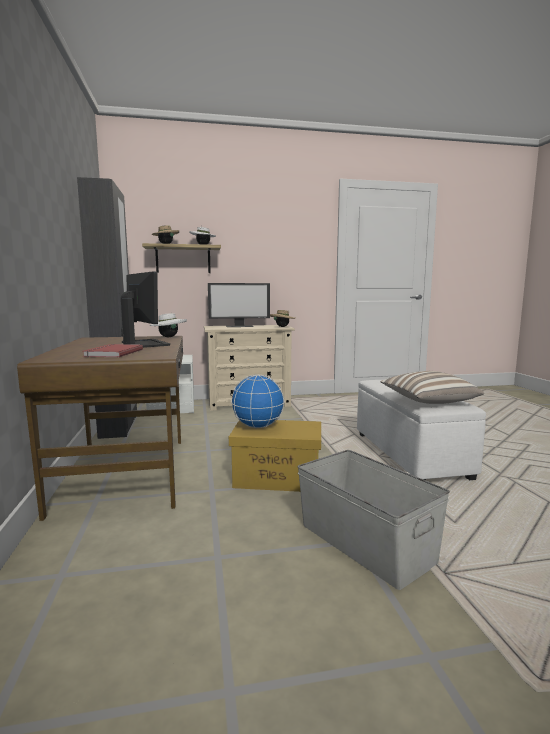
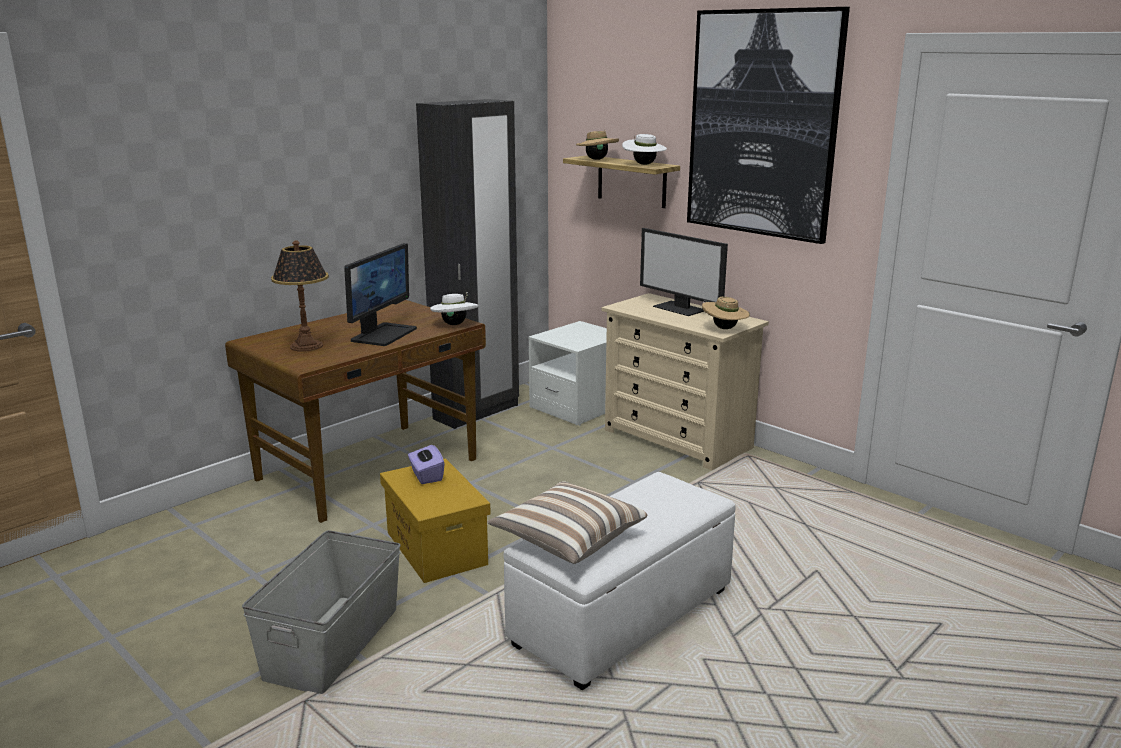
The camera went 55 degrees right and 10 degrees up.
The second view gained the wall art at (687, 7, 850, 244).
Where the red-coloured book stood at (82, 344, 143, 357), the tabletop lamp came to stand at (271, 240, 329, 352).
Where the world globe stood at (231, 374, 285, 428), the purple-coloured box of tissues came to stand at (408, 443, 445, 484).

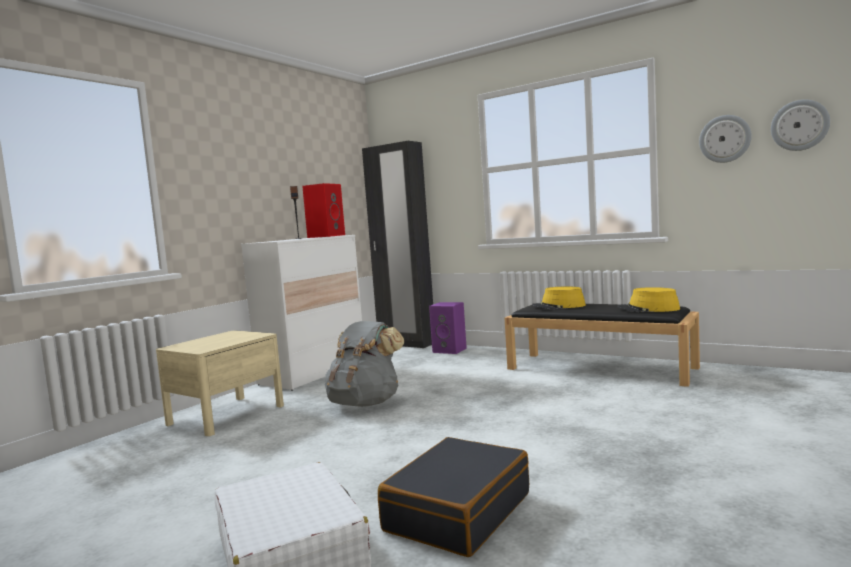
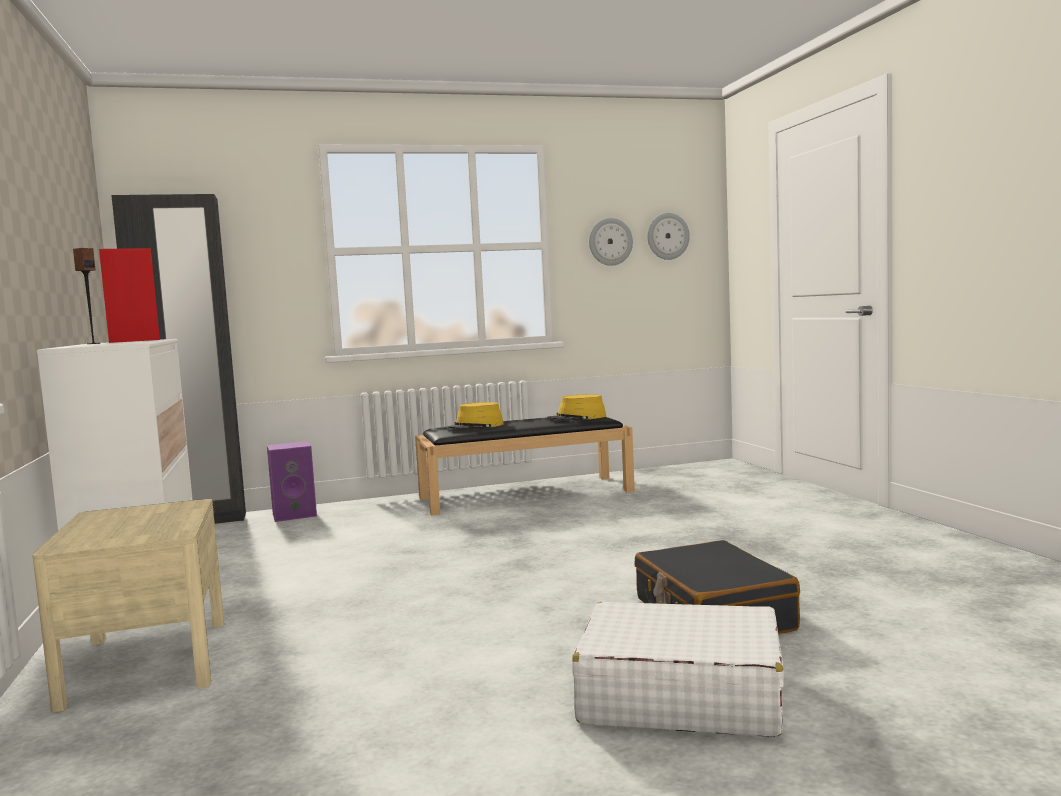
The camera went 50 degrees left and 0 degrees up.
The second view lost the greyish knapsack at (325, 321, 404, 407).

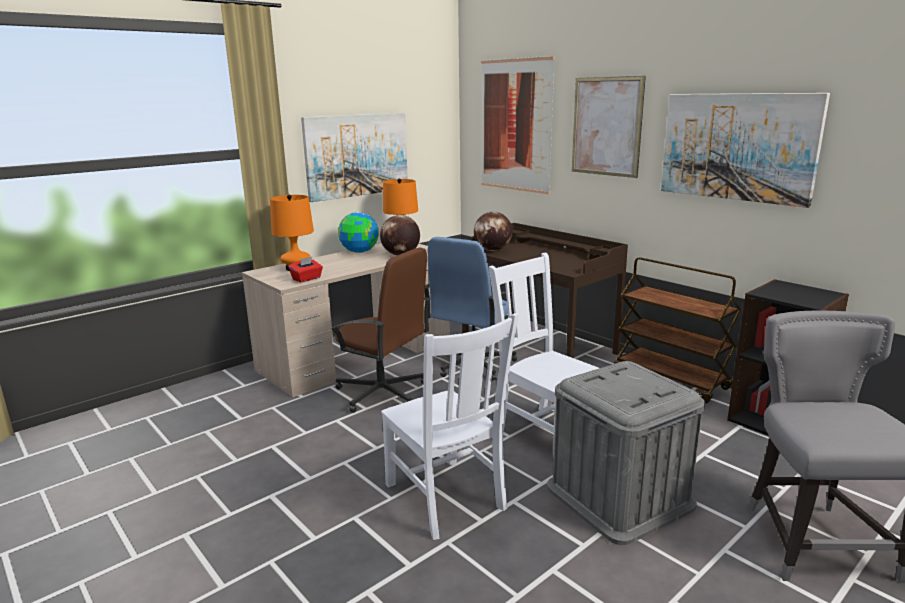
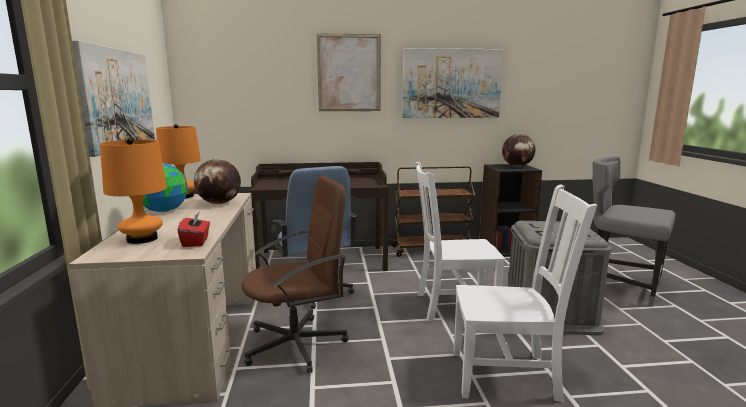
The camera went 55 degrees left and 5 degrees down.
The second view lost the wall art at (481, 56, 555, 194).
The world globe ended up elsewhere, having gone from (474, 212, 513, 251) to (502, 134, 536, 167).

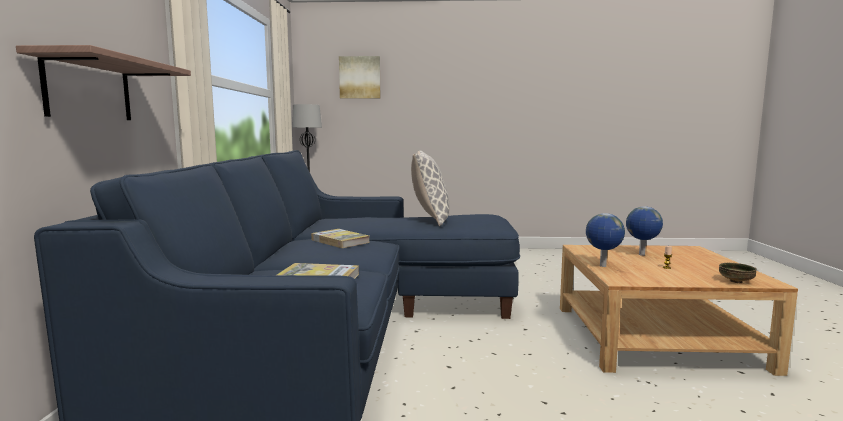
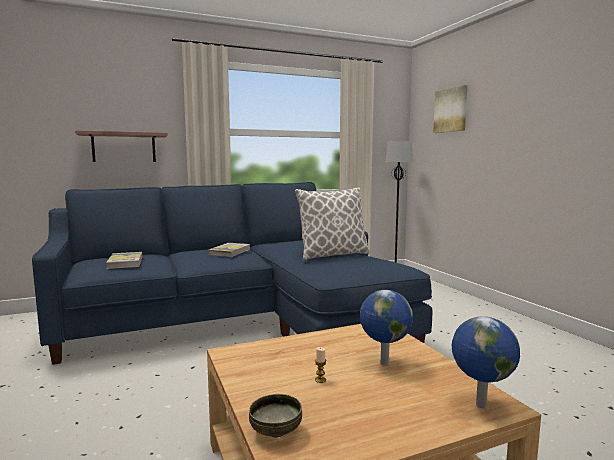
The camera went 65 degrees right and 0 degrees up.
The world globe ended up elsewhere, having gone from (586, 213, 625, 267) to (452, 316, 520, 408).

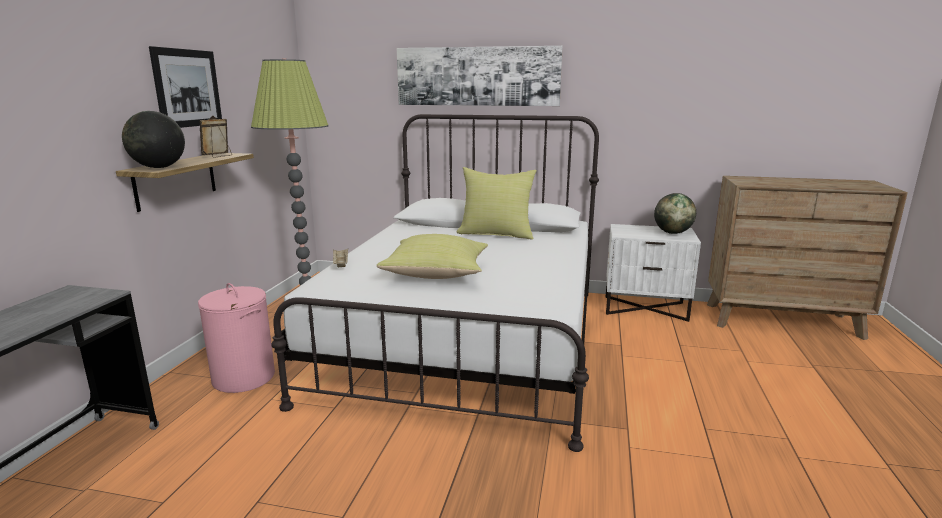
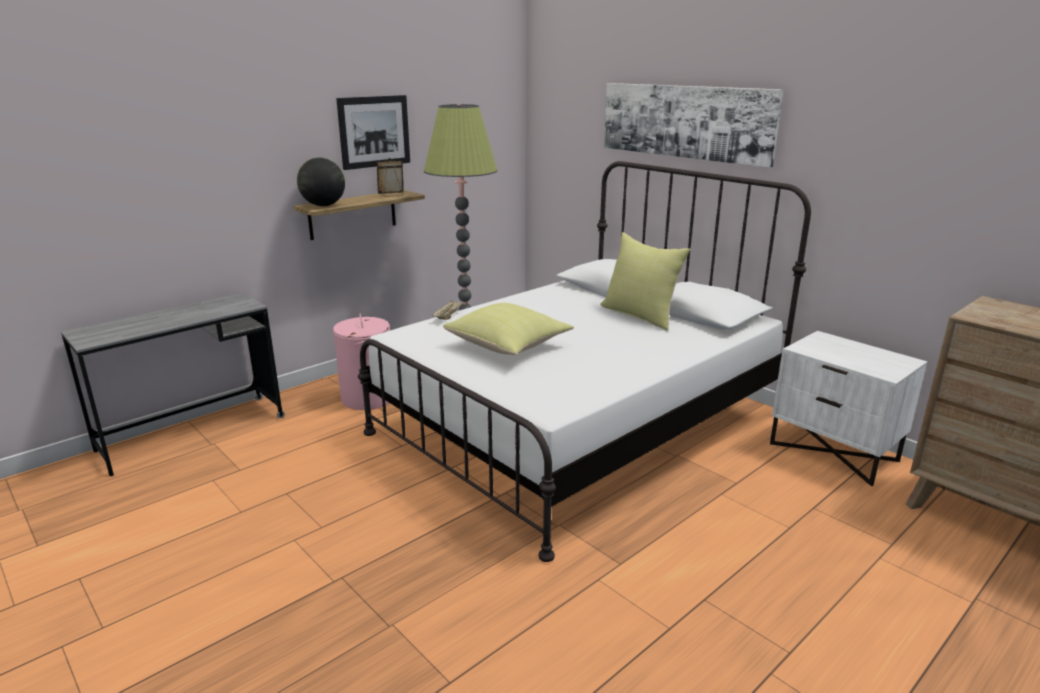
The camera went 35 degrees right and 5 degrees up.
The second view lost the world globe at (654, 193, 696, 234).

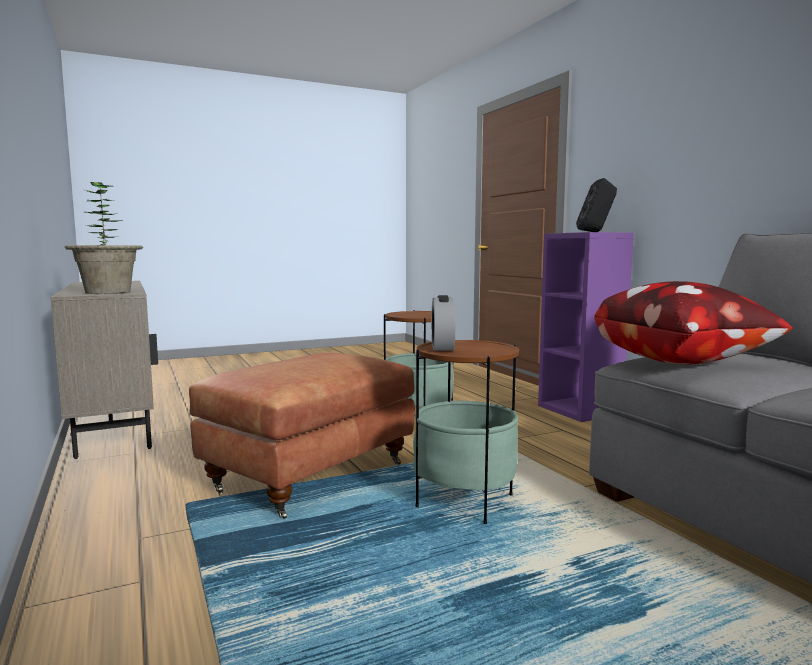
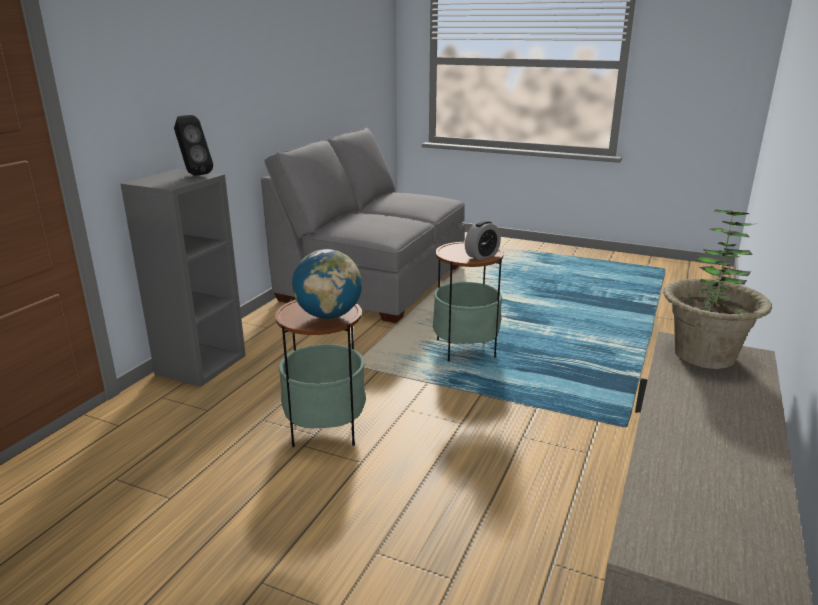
The camera went 130 degrees left and 15 degrees up.
The second view lost the brown-coloured footrest at (189, 353, 414, 519).
The second view lost the cushion at (594, 281, 793, 365).
The second view gained the world globe at (292, 249, 362, 319).
What was the purple-coloured bookshelf at (538, 232, 634, 422) turned into the greyish bookshelf at (121, 169, 246, 387).

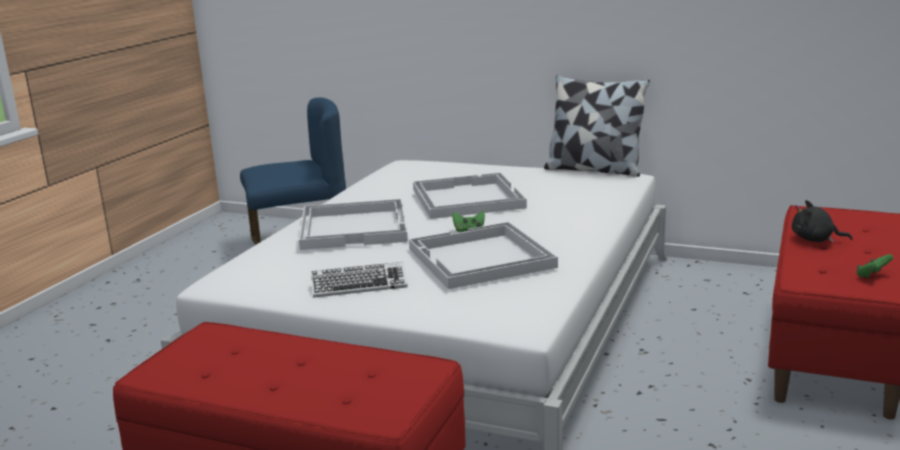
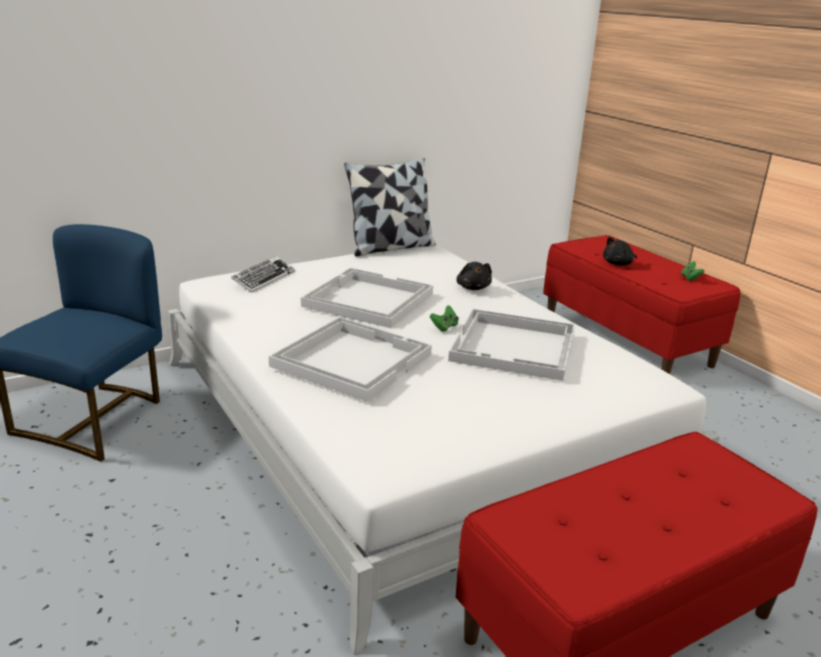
The camera went 55 degrees left and 5 degrees up.
The second view gained the black-coloured cuddly toy at (456, 262, 492, 290).
The PC keyboard ended up elsewhere, having gone from (311, 262, 408, 298) to (231, 256, 295, 293).

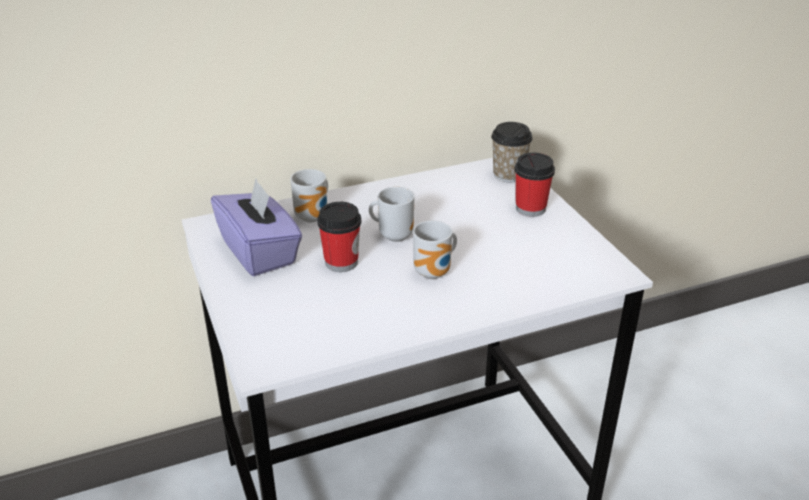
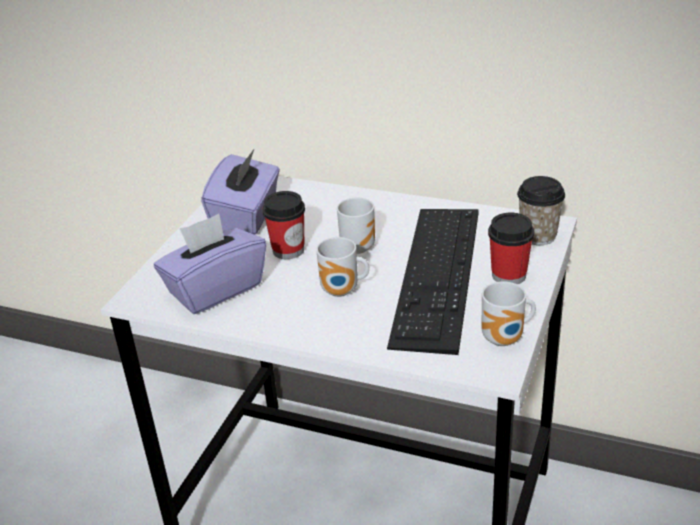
The camera went 45 degrees right and 0 degrees up.
The second view gained the purple-coloured box of tissues at (154, 214, 266, 314).
The second view gained the PC keyboard at (387, 209, 479, 355).
The coffee mug ended up elsewhere, having gone from (290, 169, 328, 222) to (482, 281, 536, 346).

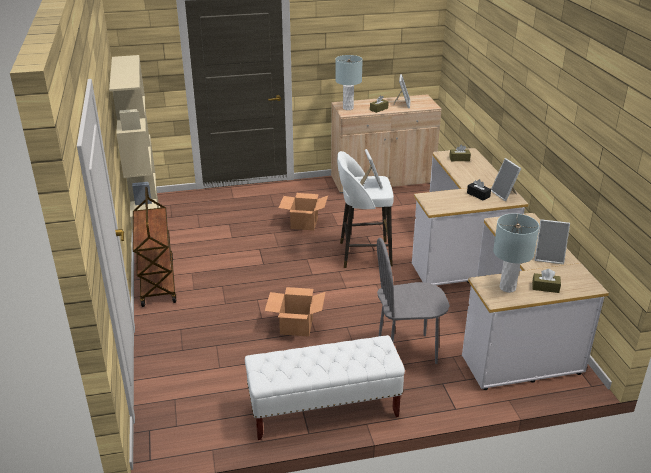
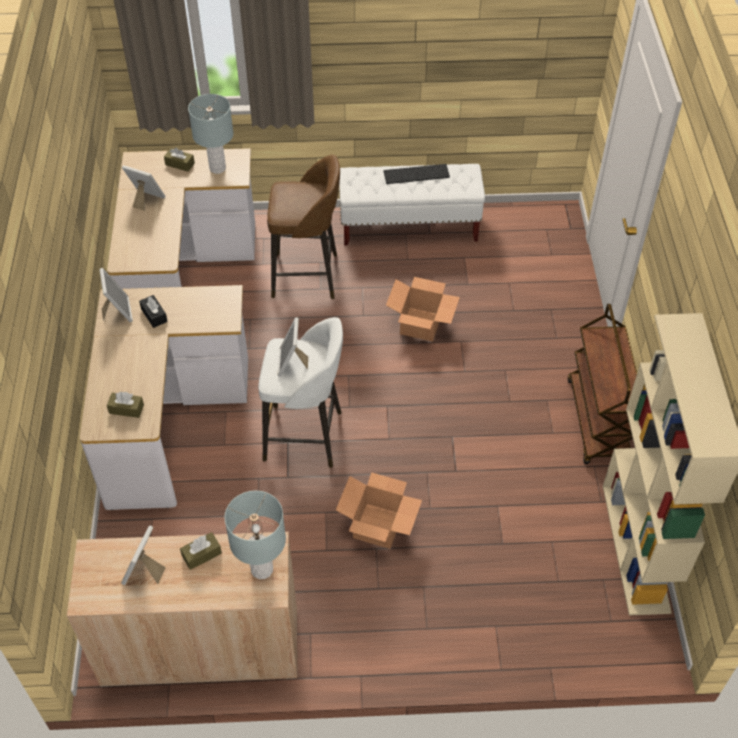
The camera went 170 degrees left and 20 degrees up.
The second view gained the PC keyboard at (384, 164, 450, 184).
Where the greyish chair stood at (377, 238, 450, 364), the brown-coloured stool came to stand at (267, 155, 340, 299).

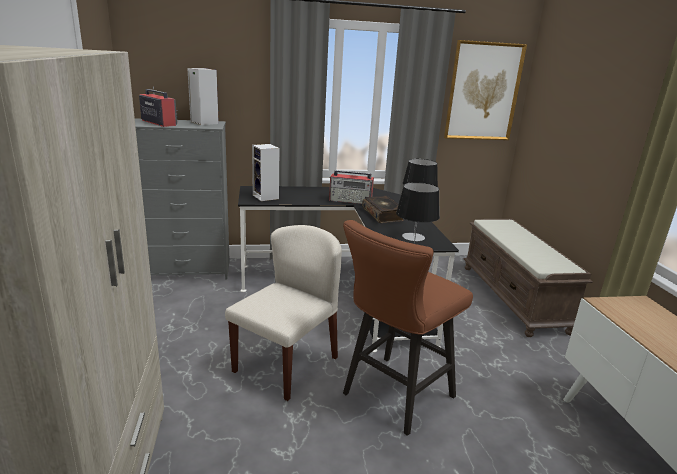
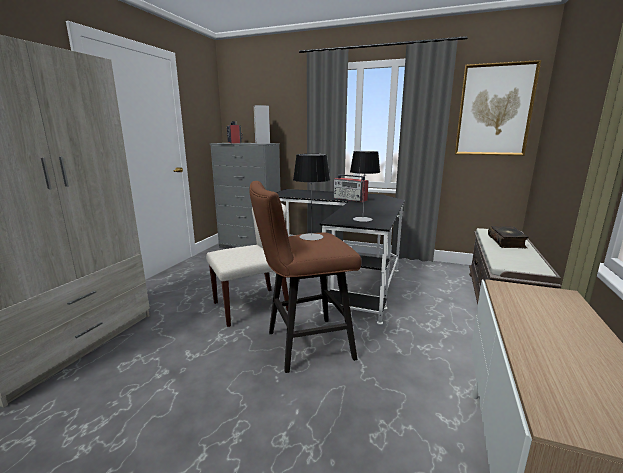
The camera went 30 degrees right and 5 degrees down.
The second view lost the loudspeaker at (252, 144, 279, 201).
The book ended up elsewhere, having gone from (362, 196, 404, 223) to (488, 226, 529, 248).

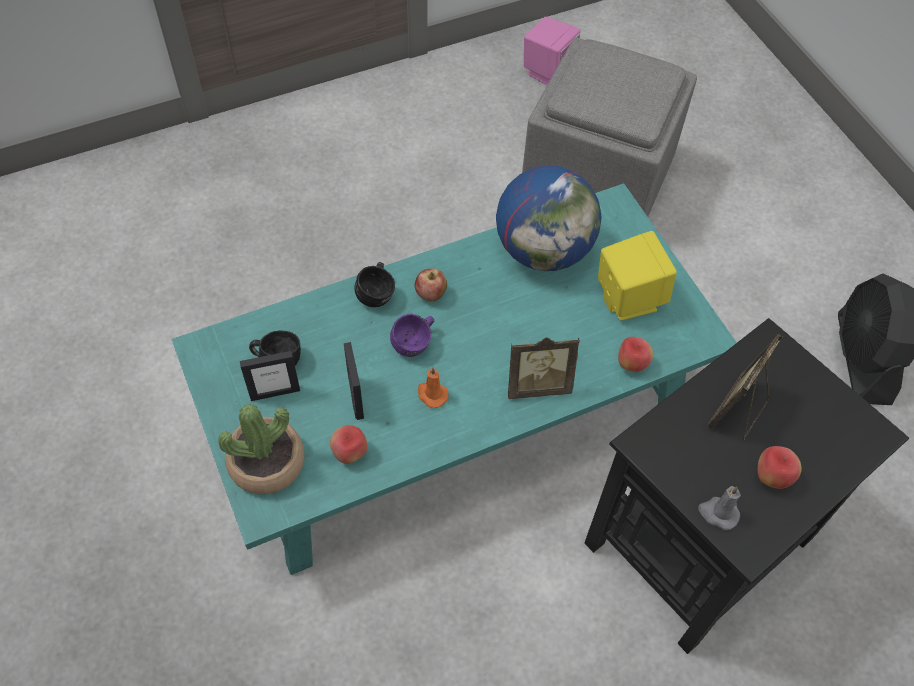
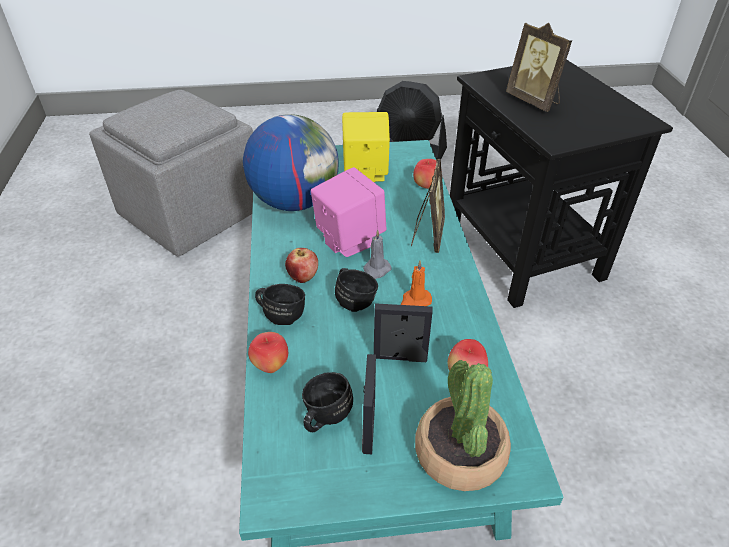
The camera went 70 degrees left and 15 degrees down.
The pink-coloured loudspeaker ended up elsewhere, having gone from (524, 17, 580, 85) to (311, 167, 386, 257).
The greyish wax light ended up elsewhere, having gone from (698, 486, 741, 530) to (363, 230, 392, 279).
The whole apple ended up elsewhere, having gone from (758, 446, 802, 489) to (248, 332, 288, 373).
What was the purple-coloured coffee mug at (390, 314, 434, 357) turned into the black-coloured coffee mug at (335, 268, 378, 312).

